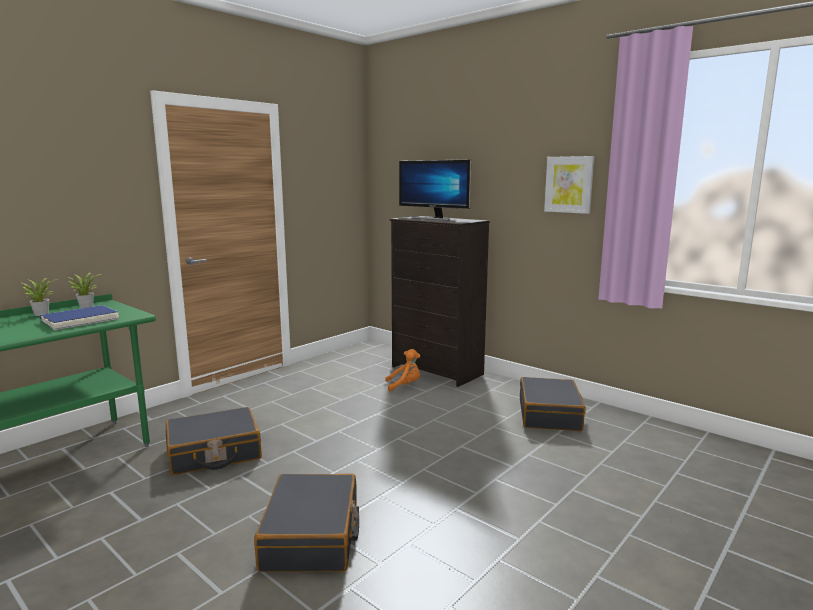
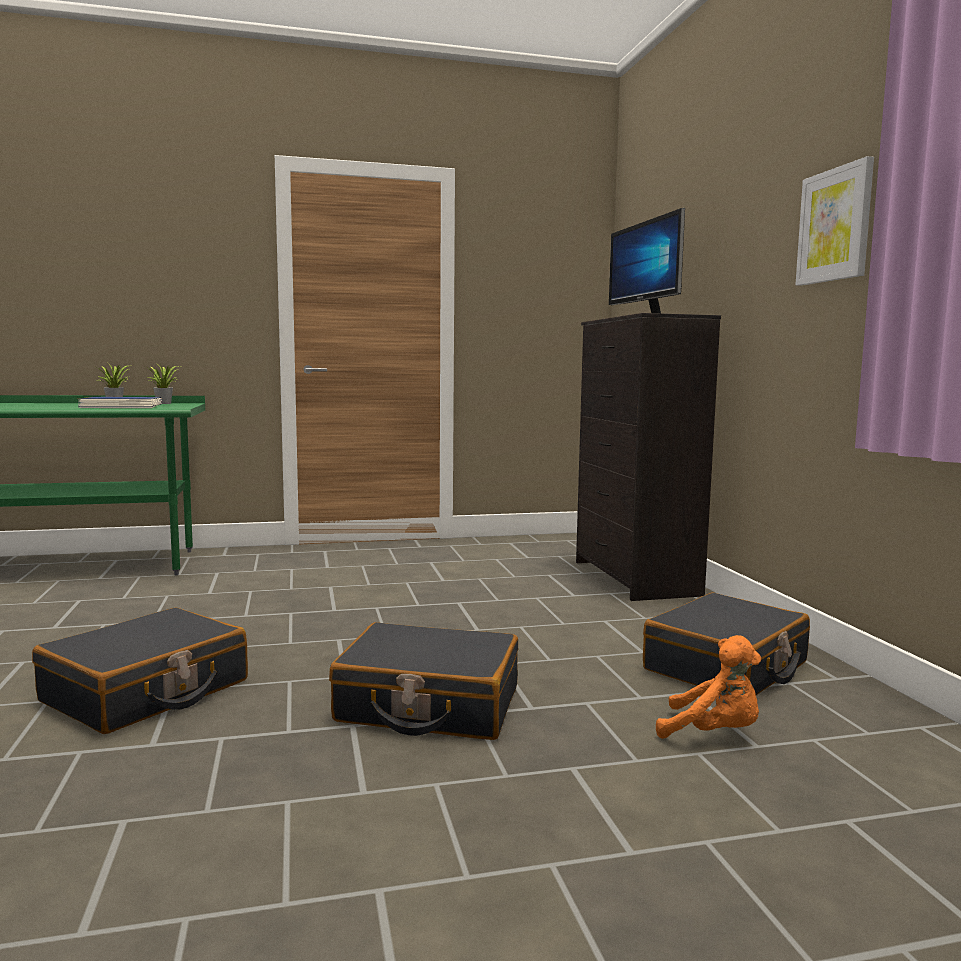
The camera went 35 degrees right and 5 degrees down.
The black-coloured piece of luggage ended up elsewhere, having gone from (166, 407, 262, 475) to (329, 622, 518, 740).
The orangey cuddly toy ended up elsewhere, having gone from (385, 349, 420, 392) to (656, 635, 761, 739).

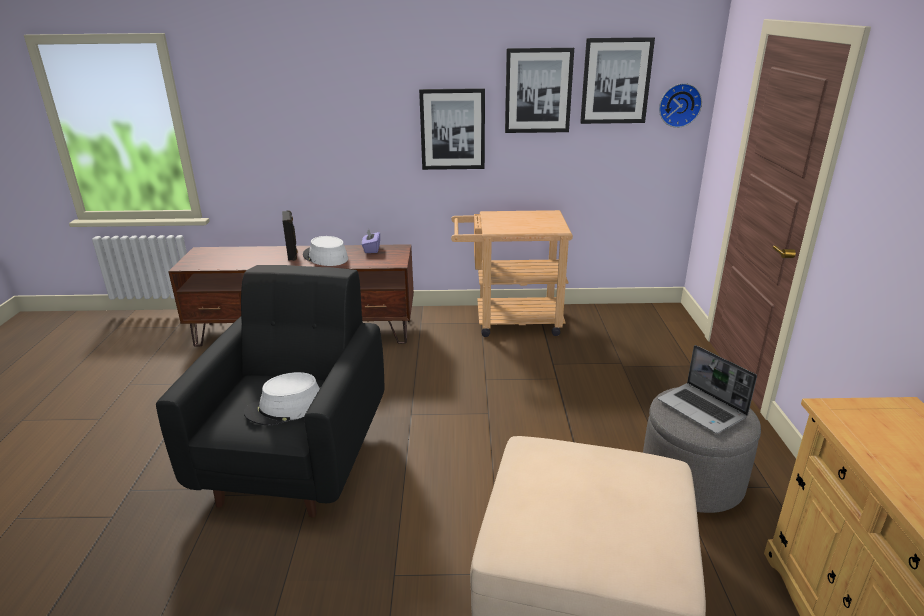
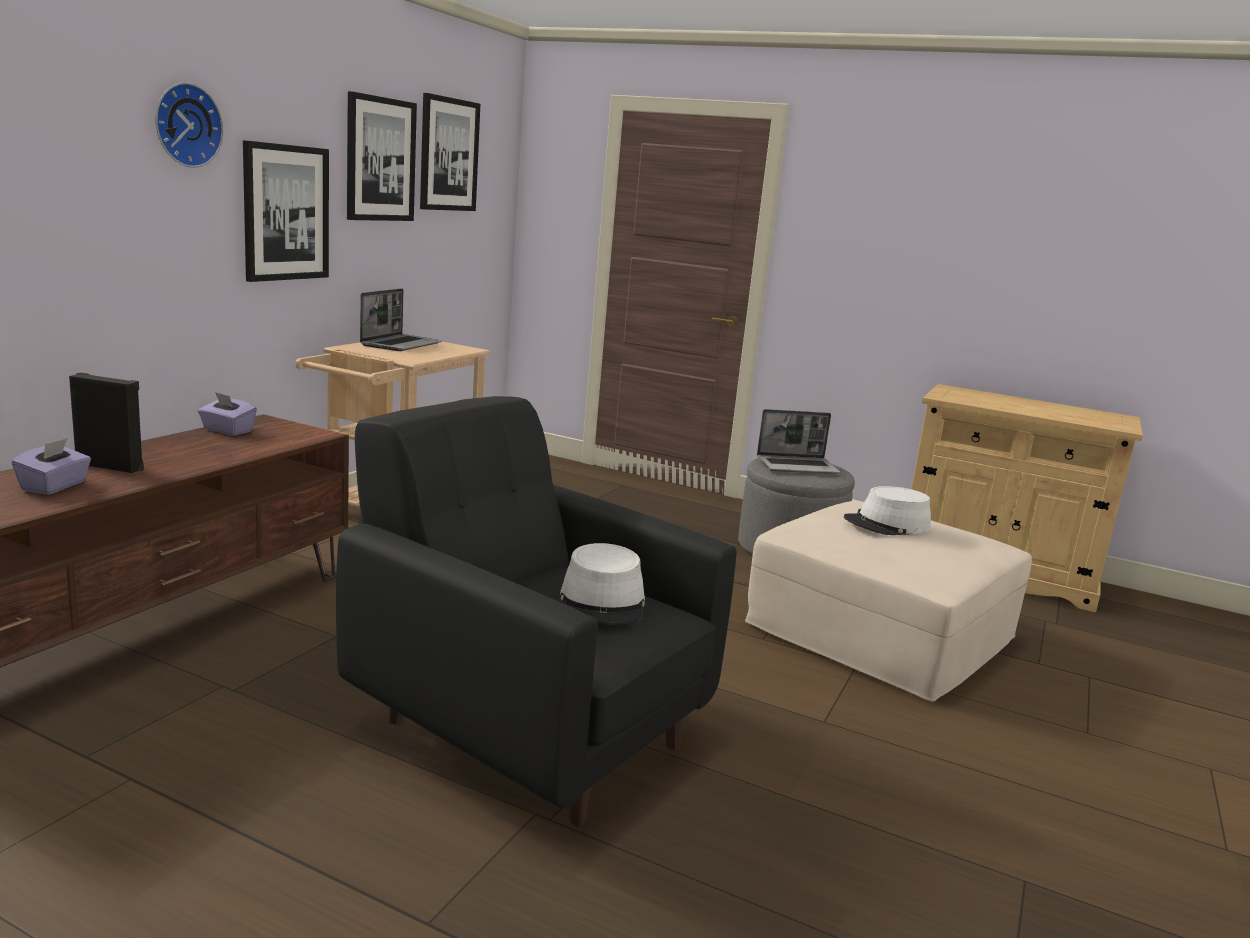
The camera went 65 degrees left and 10 degrees down.
The second view gained the purple-coloured box of tissues at (12, 438, 91, 495).
The second view gained the laptop at (360, 288, 442, 351).
The white-coloured clothing hat ended up elsewhere, having gone from (303, 236, 348, 266) to (844, 486, 931, 535).
The hanging clock ended up elsewhere, having gone from (659, 83, 702, 128) to (155, 82, 223, 168).

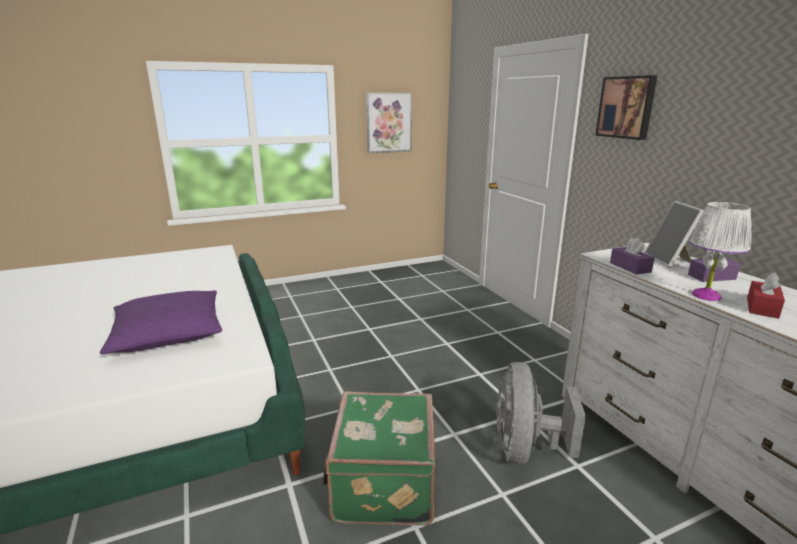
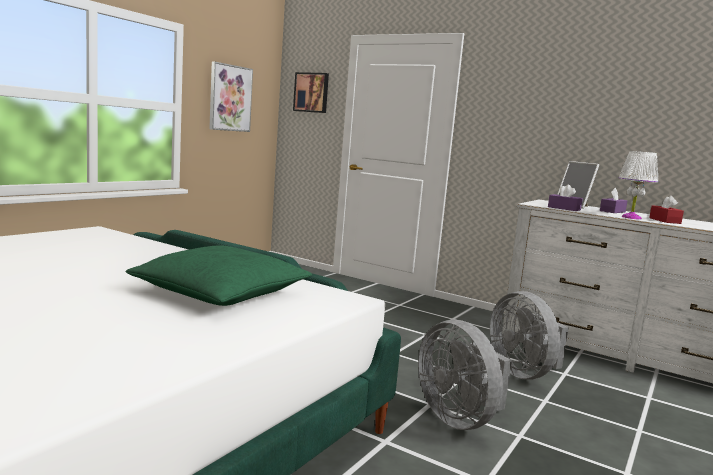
The camera went 35 degrees left and 10 degrees down.
The wall art ended up elsewhere, having gone from (595, 75, 657, 140) to (293, 72, 329, 113).
Where the green piece of luggage stood at (323, 391, 435, 526), the greyish cooling fan came to stand at (418, 320, 512, 430).
What was the purple-coloured cushion at (100, 290, 222, 354) turned into the green cushion at (126, 245, 312, 306).

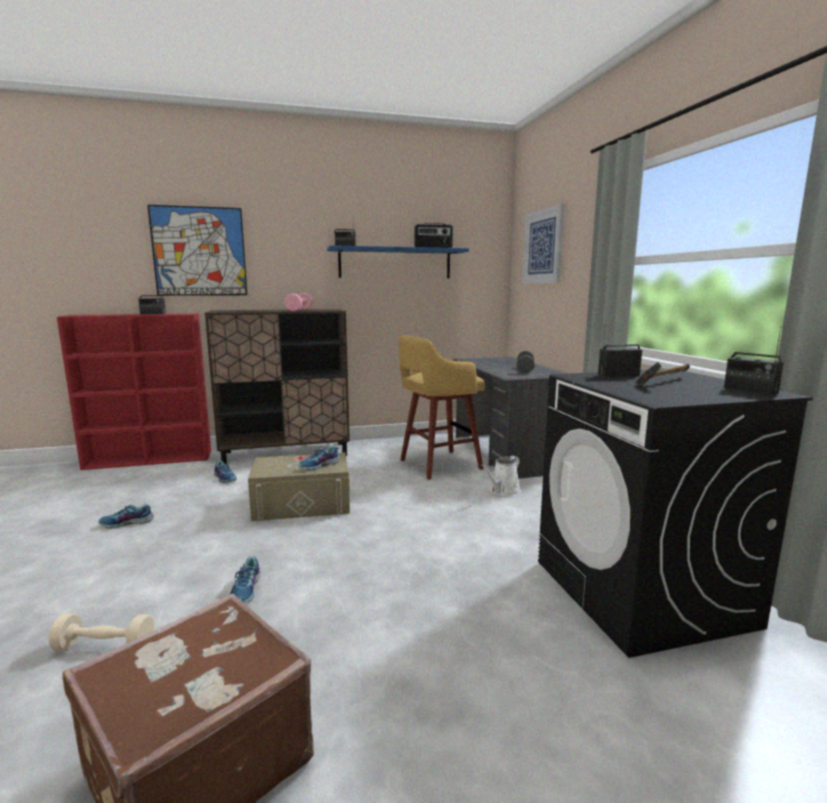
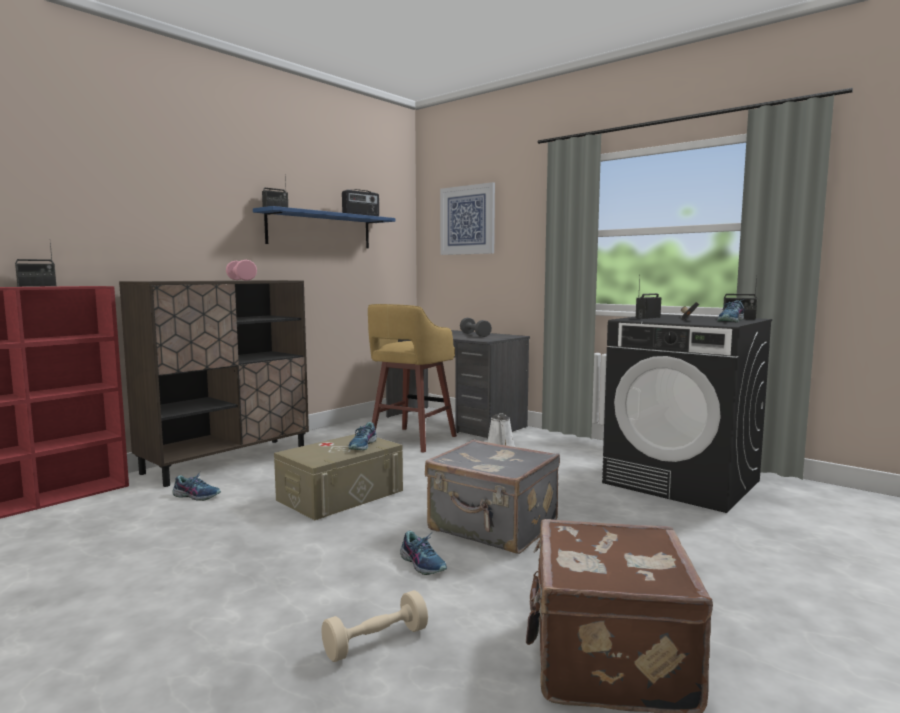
The camera went 35 degrees left and 5 degrees down.
The second view lost the wall art at (147, 205, 248, 296).
The second view gained the greyish piece of luggage at (425, 439, 560, 554).
The shoe ended up elsewhere, having gone from (98, 504, 154, 529) to (717, 299, 744, 322).

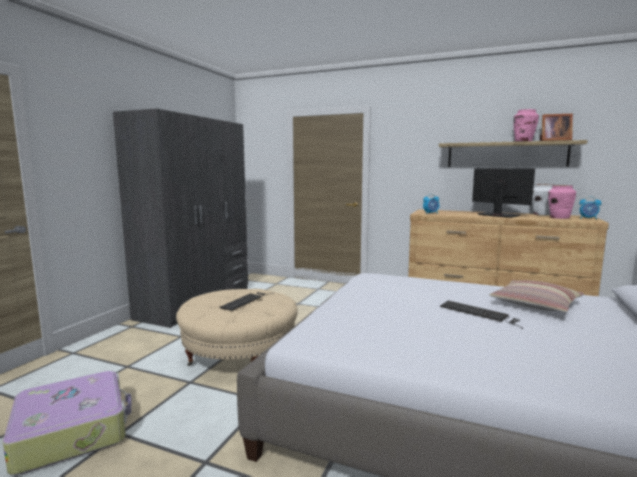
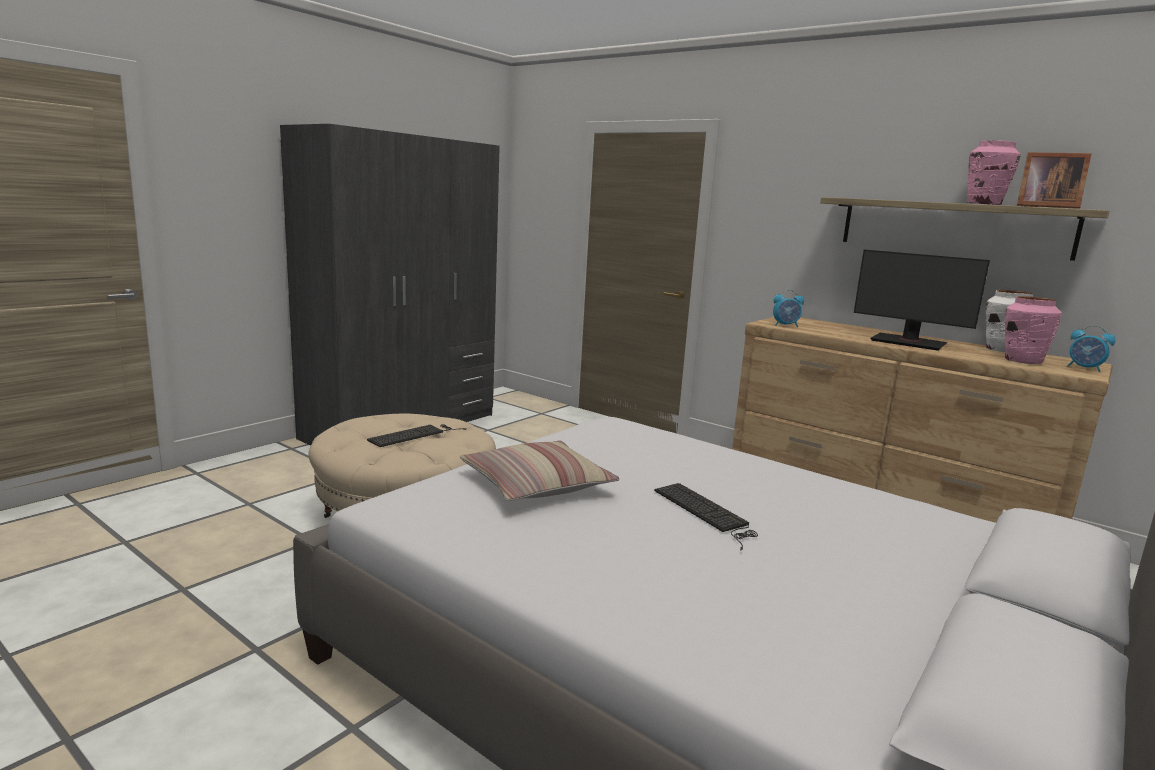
The camera went 15 degrees right and 5 degrees up.
The second view lost the piece of luggage at (3, 371, 131, 475).
The cushion ended up elsewhere, having gone from (489, 280, 584, 312) to (460, 440, 620, 501).
The computer display at (472, 169, 535, 218) ended up facing another way, 150 degrees clockwise from before.

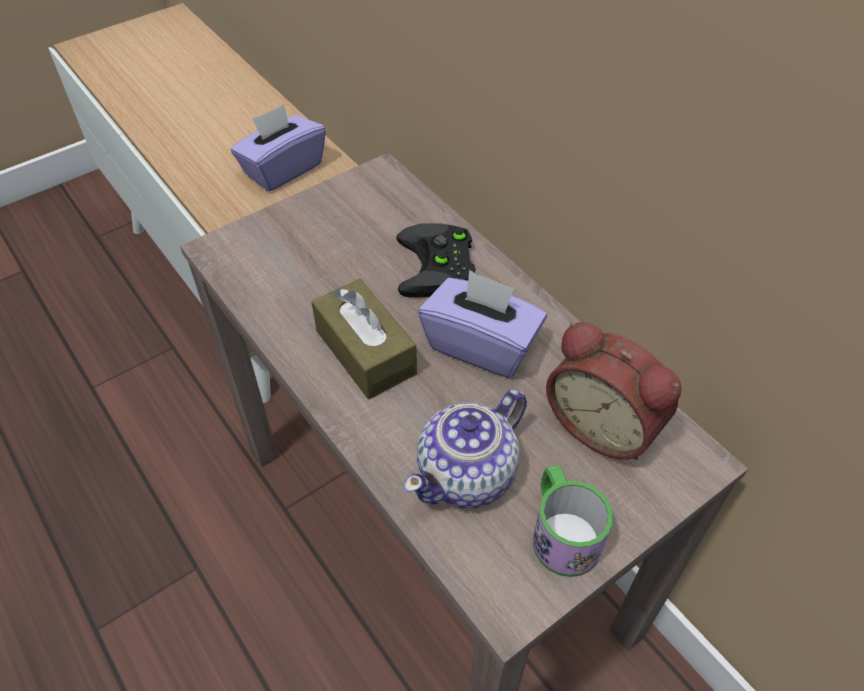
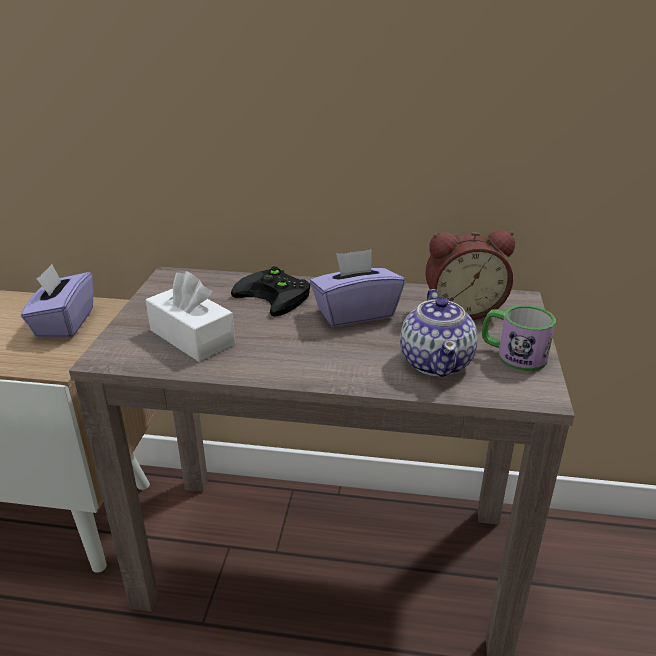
The camera went 45 degrees left and 20 degrees down.
The second view lost the brown-coloured box of tissues at (312, 279, 417, 399).
The second view gained the white-coloured box of tissues at (146, 271, 235, 362).

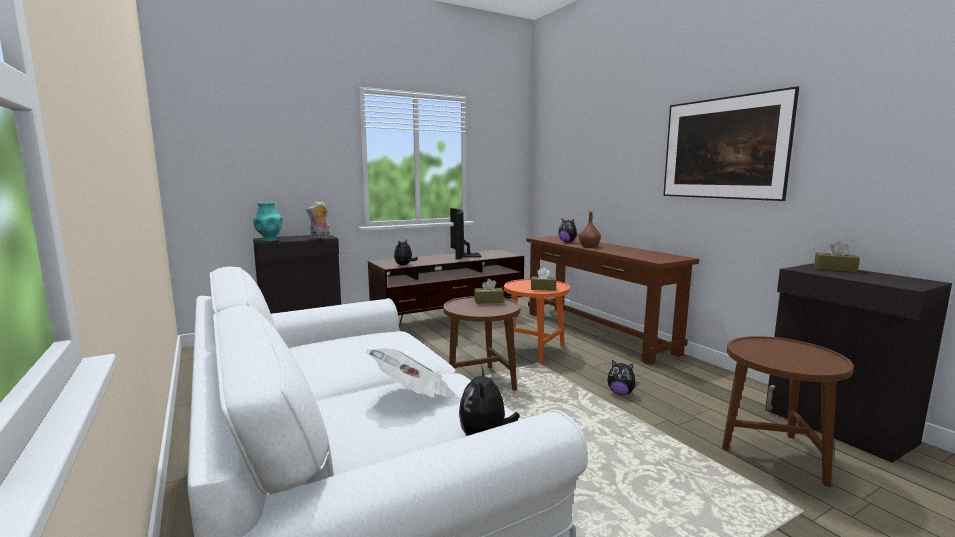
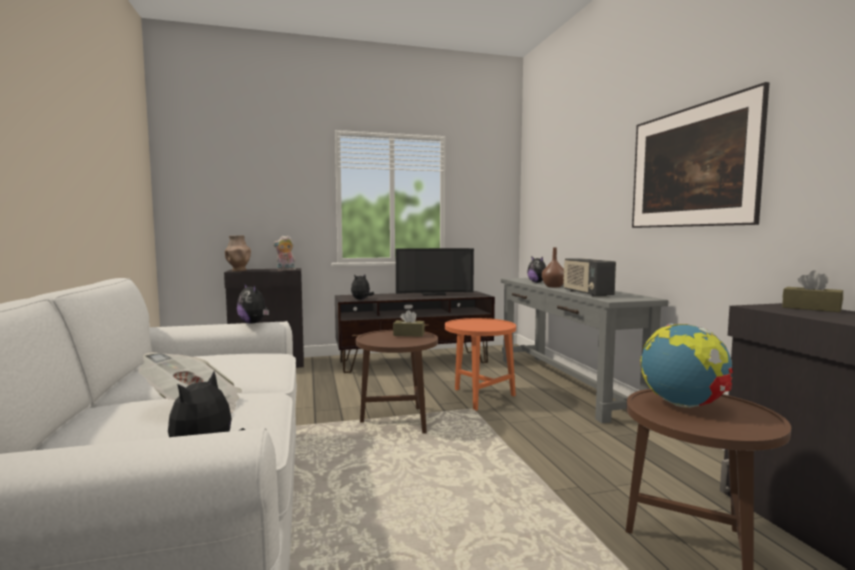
The camera went 15 degrees right and 5 degrees down.
The second view lost the brown-coloured box of tissues at (531, 268, 557, 291).
The second view gained the radio set at (563, 258, 616, 297).
The second view gained the world globe at (640, 323, 733, 408).
The cuddly toy ended up elsewhere, having gone from (607, 360, 639, 395) to (237, 283, 269, 324).
What was the blue-green decorative vase at (253, 202, 282, 242) turned into the brown-coloured decorative vase at (225, 236, 251, 271).
What was the brown-coloured hall table at (526, 236, 699, 365) turned into the greyish hall table at (501, 278, 668, 423).
The TV set at (450, 208, 481, 259) ended up facing another way, 105 degrees counterclockwise from before.

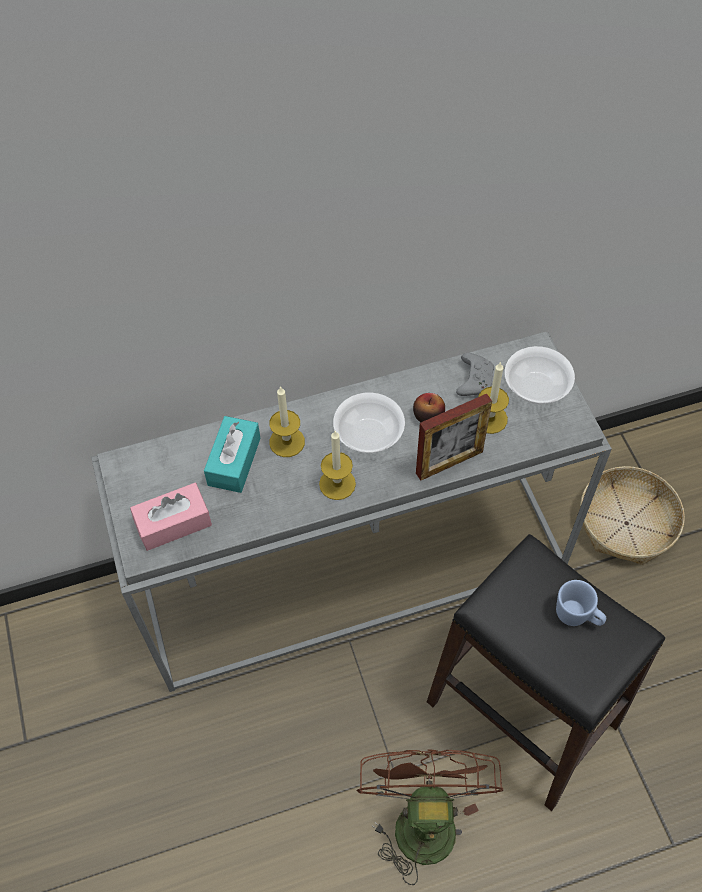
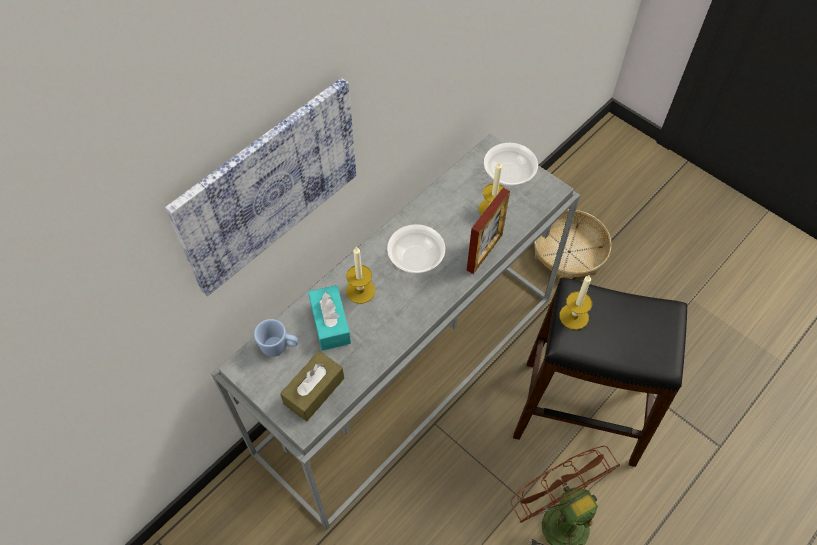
The camera went 30 degrees left and 0 degrees up.
The second view lost the whole apple at (413, 393, 445, 422).
The second view lost the greyish joypad at (456, 353, 494, 396).
The second view gained the wall art at (165, 78, 356, 296).
The wax light ended up elsewhere, having gone from (319, 431, 356, 500) to (559, 275, 592, 330).
The blue-coloured coffee mug ended up elsewhere, having gone from (556, 580, 606, 626) to (254, 319, 298, 357).
What was the pink-coloured box of tissues at (130, 483, 212, 551) turned into the brown-coloured box of tissues at (280, 351, 344, 421).

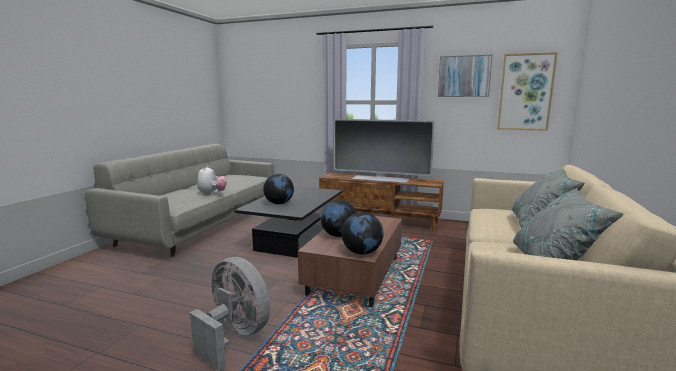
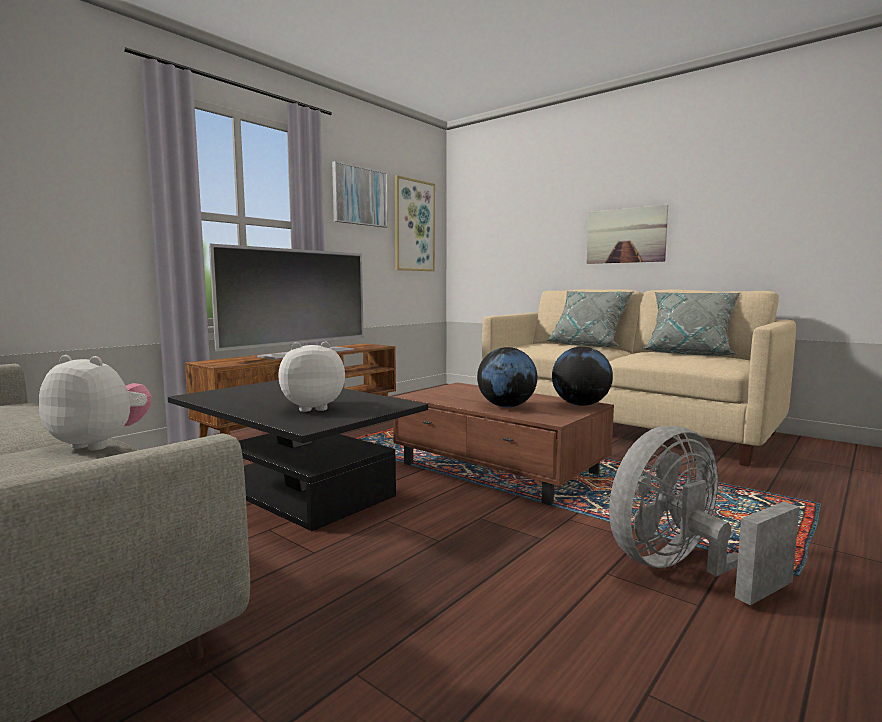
The camera went 70 degrees left and 5 degrees down.
The second view gained the wall art at (586, 205, 668, 264).
Where the world globe stood at (263, 174, 294, 204), the cuddly toy came to stand at (278, 342, 345, 412).

